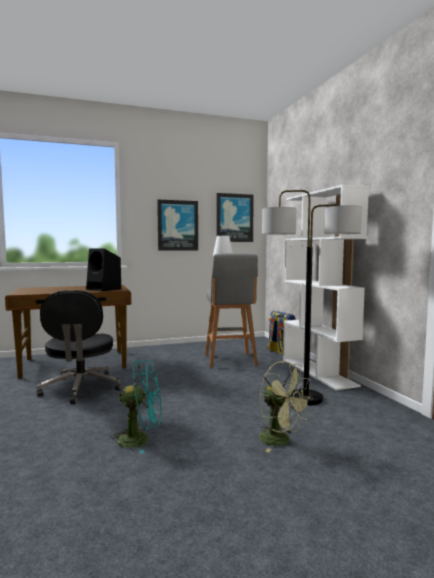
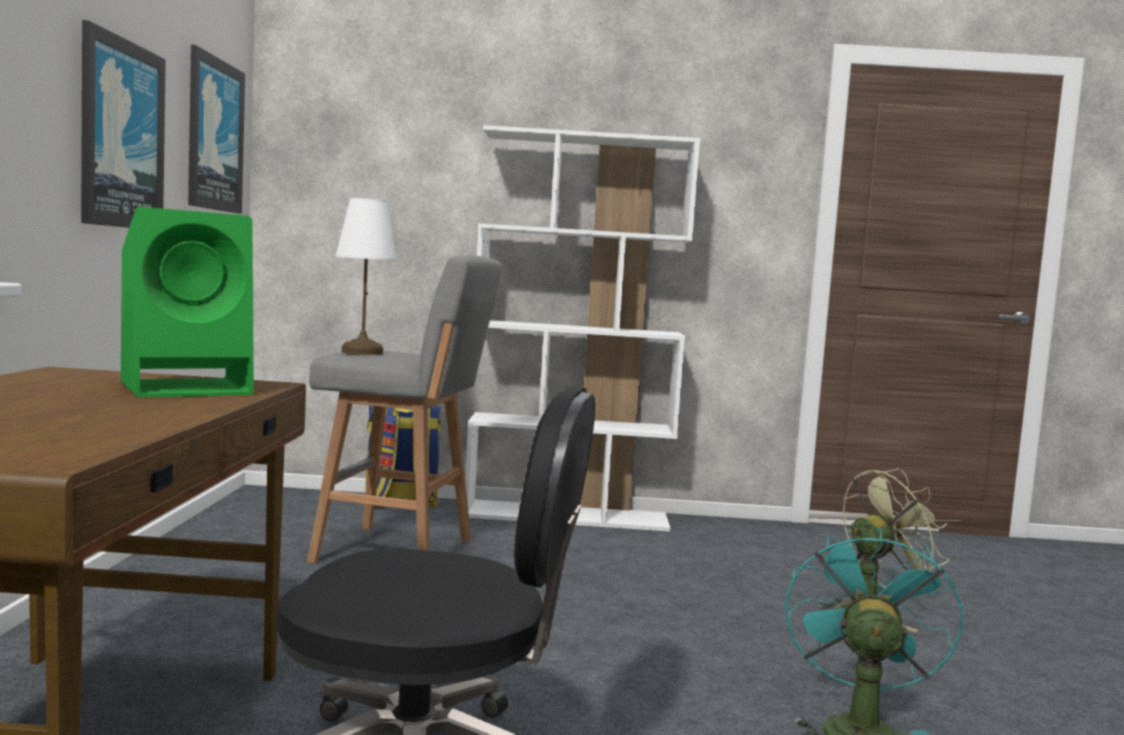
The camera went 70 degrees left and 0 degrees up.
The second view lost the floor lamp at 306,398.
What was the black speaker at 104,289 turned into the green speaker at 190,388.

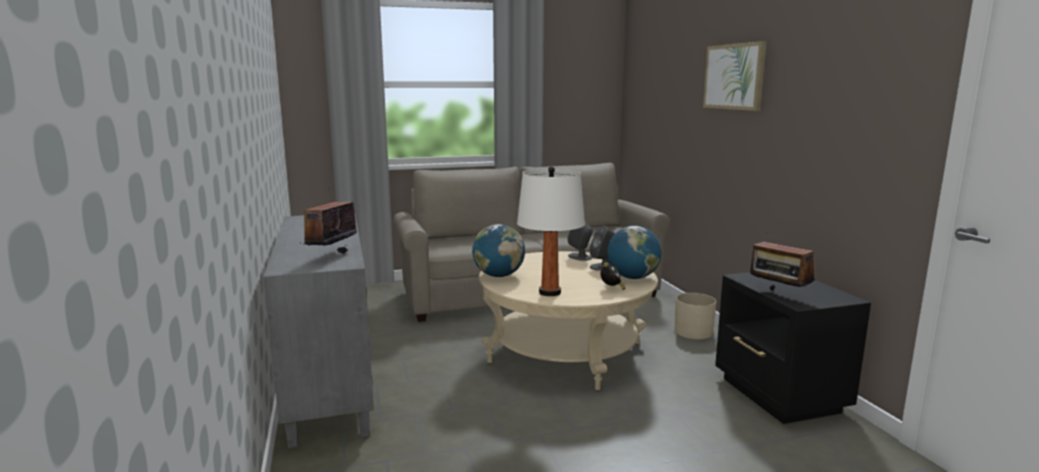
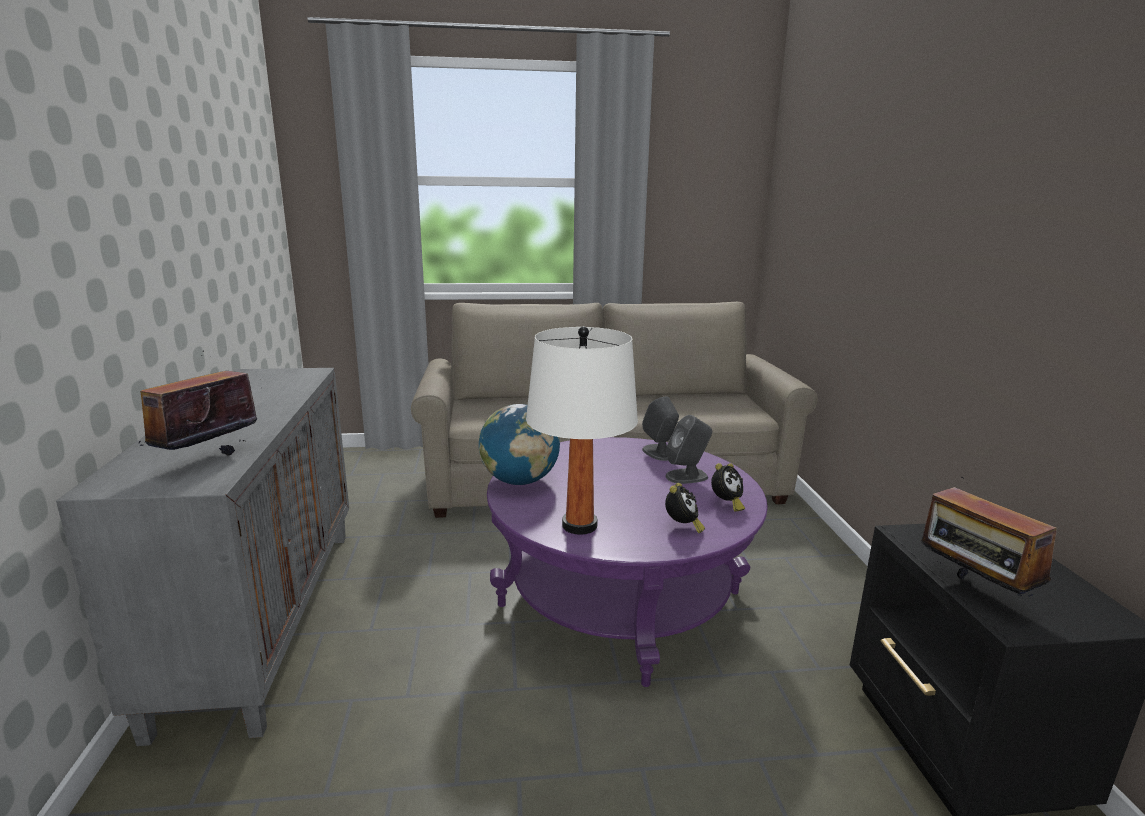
The camera went 10 degrees right and 5 degrees up.
The second view lost the beige planter at 693,332.
The second view lost the picture at 734,76.
Where the globe stood at 632,277, the alarm clock came to stand at 726,504.
What was the beige coffee table at 566,352 turned into the purple coffee table at 620,599.

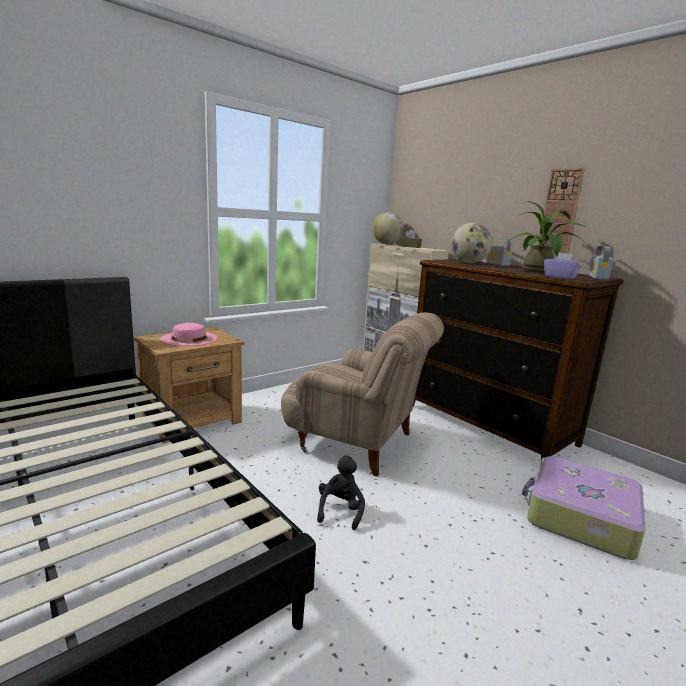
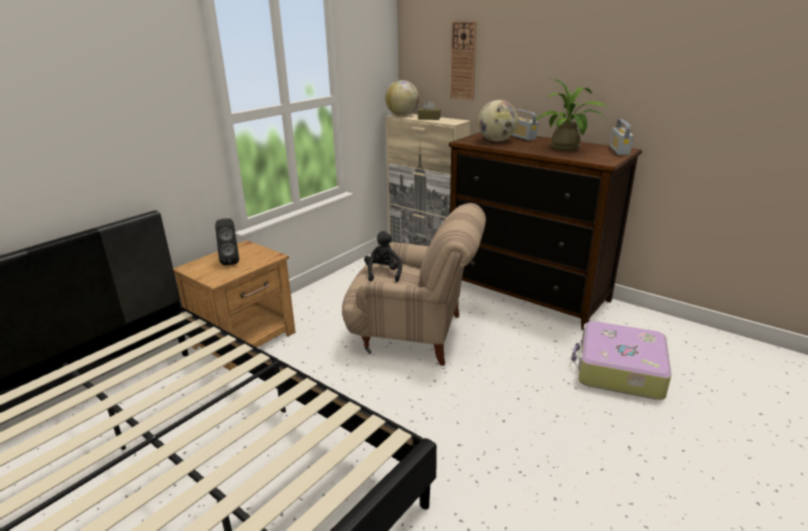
The camera went 10 degrees left and 10 degrees up.
The second view lost the purple tissue box at 560,277.
The black plush toy ended up elsewhere, having gone from 340,511 to 383,273.
The wall clock ended up elsewhere, having gone from 560,213 to 463,61.
Where the pink hat stood at 189,338, the black speaker came to stand at 231,261.

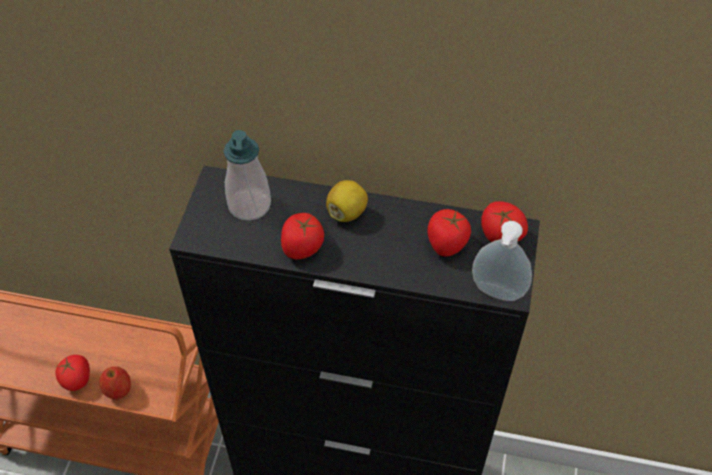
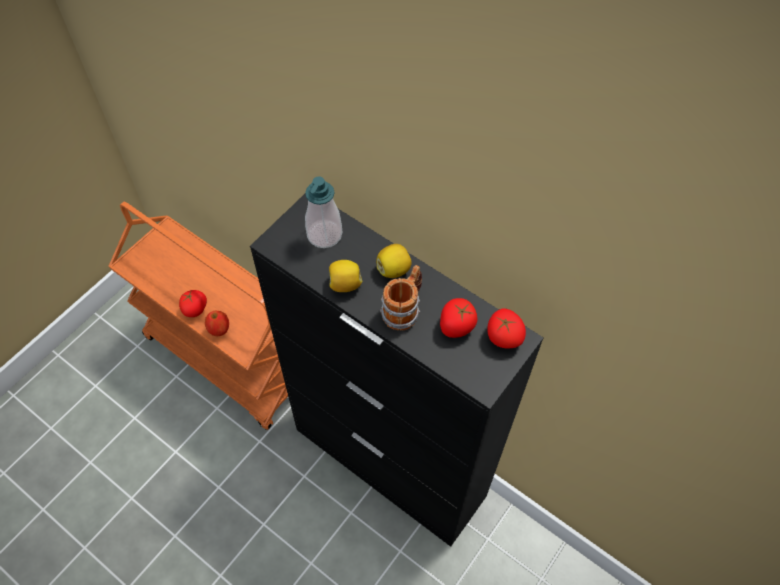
The camera went 25 degrees right and 5 degrees up.
The second view lost the soap dispenser at 496,294.
The second view gained the mug at 404,309.
Where the tomato stood at 302,247, the lemon came to stand at 345,284.

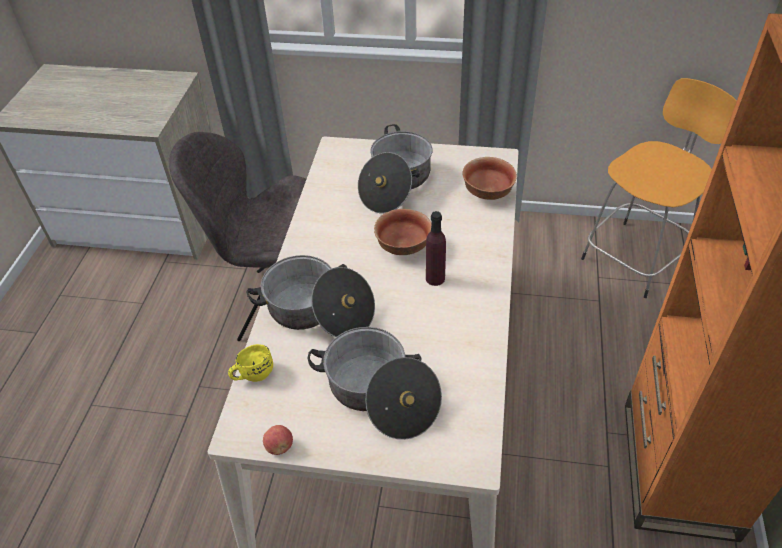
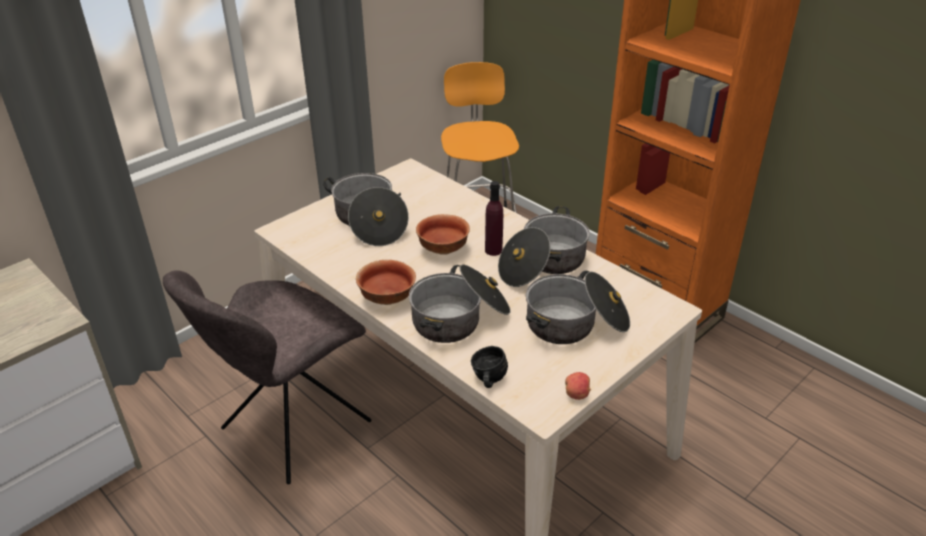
The camera went 55 degrees left and 10 degrees down.
The second view gained the cooking pot at 543,265.
The bowl ended up elsewhere, having gone from 488,193 to 387,298.
What was the yellow mug at 252,374 turned into the black mug at 487,380.

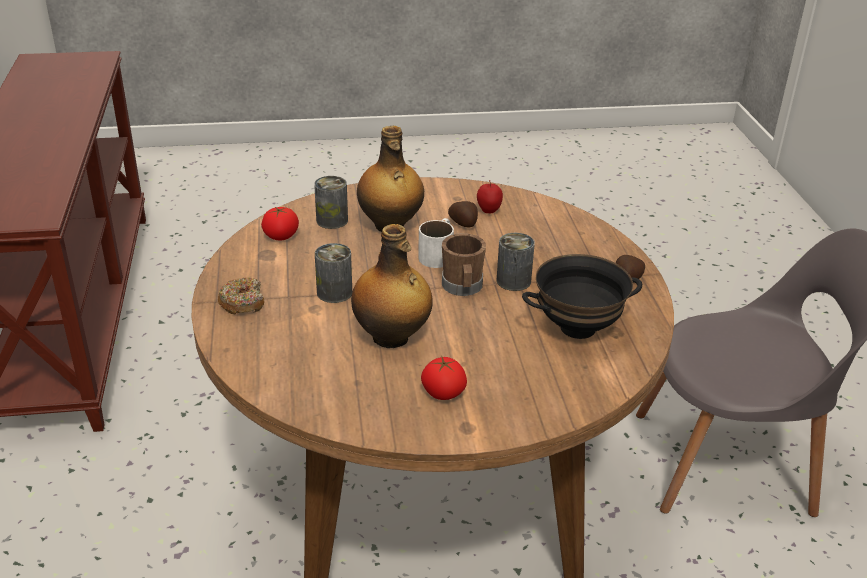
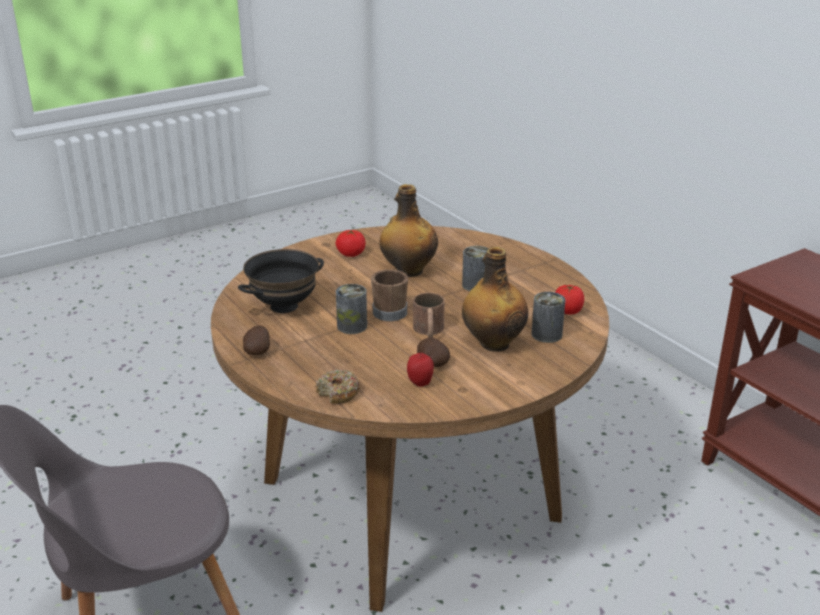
The camera went 155 degrees right and 5 degrees down.
The donut ended up elsewhere, having gone from 242,303 to 338,393.
What was the white mug at 439,254 turned into the brown mug at 429,331.

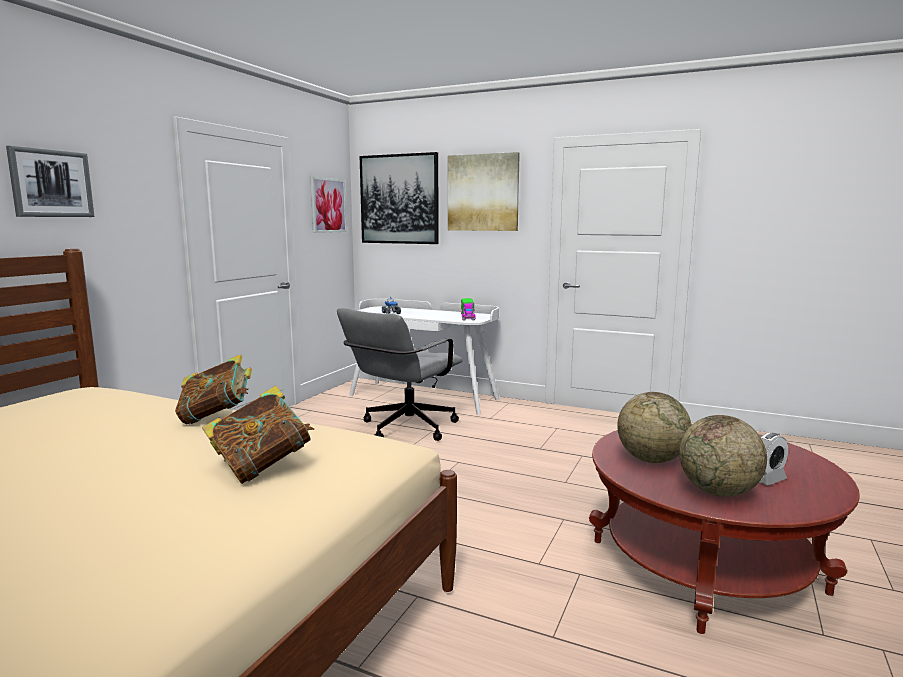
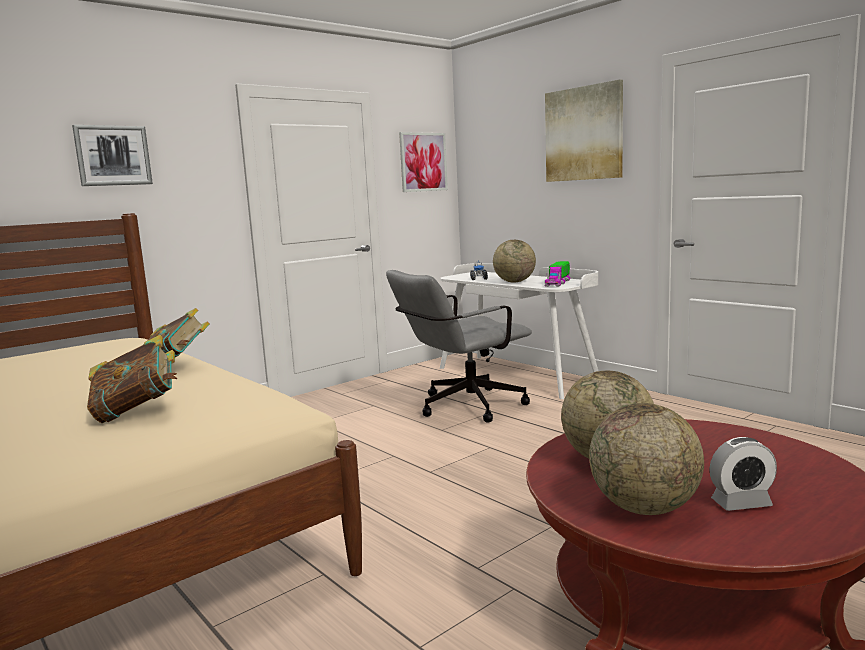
The camera went 25 degrees right and 0 degrees up.
The second view lost the picture at 399,199.
The second view gained the globe at 514,282.

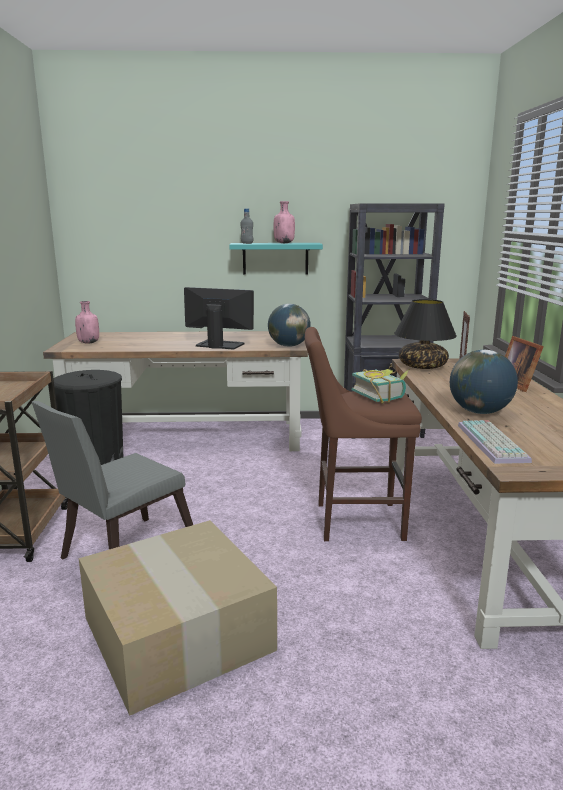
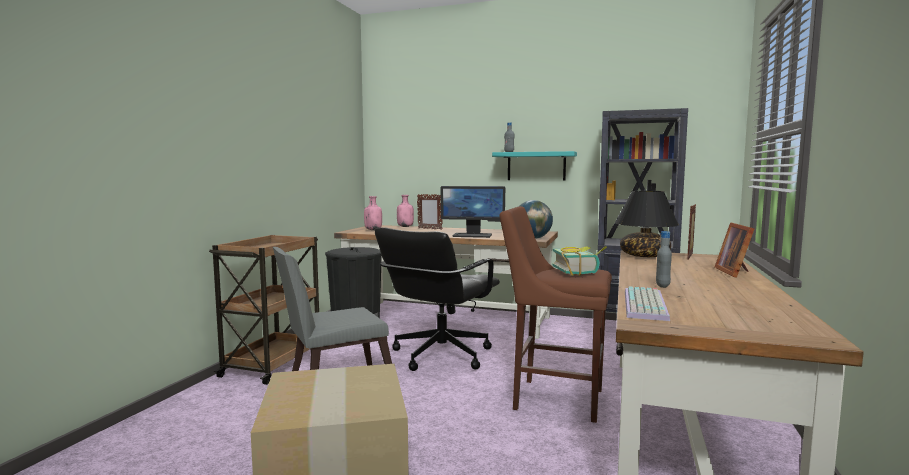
The camera went 20 degrees right and 10 degrees down.
The second view gained the black office chair at 440,355.
The second view gained the picture frame at 429,229.
The pink bottle ended up elsewhere, having gone from 284,243 to 405,226.
Where the globe stood at 480,412, the grey bottle came to stand at 662,286.
The monitor at 219,345 ended up facing another way, 150 degrees clockwise from before.

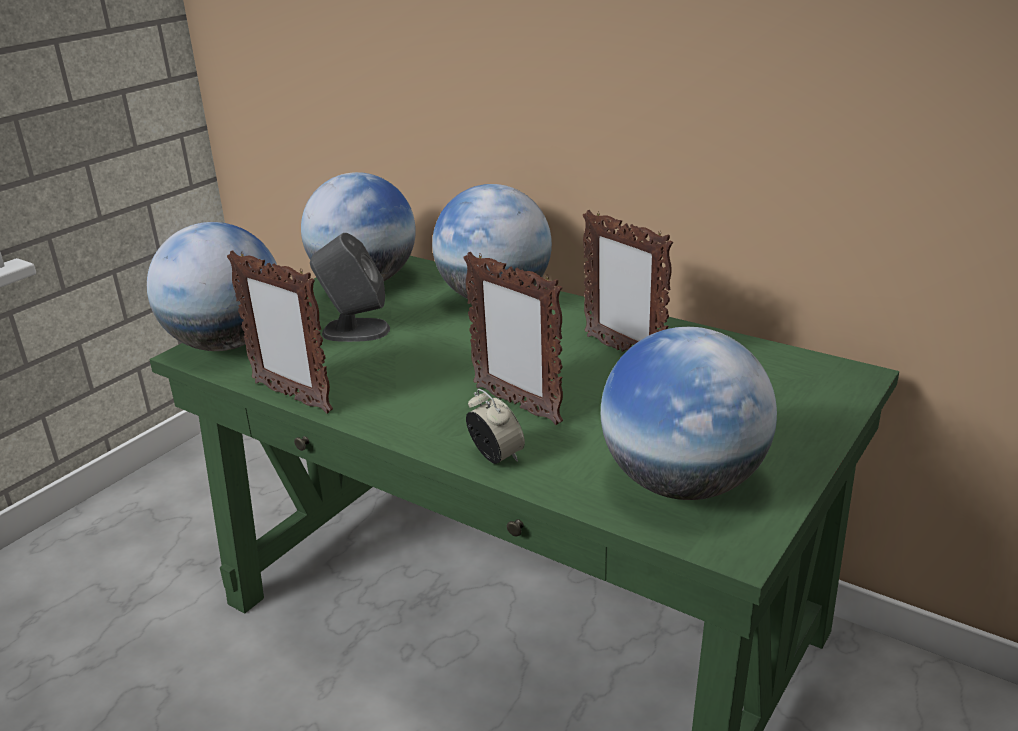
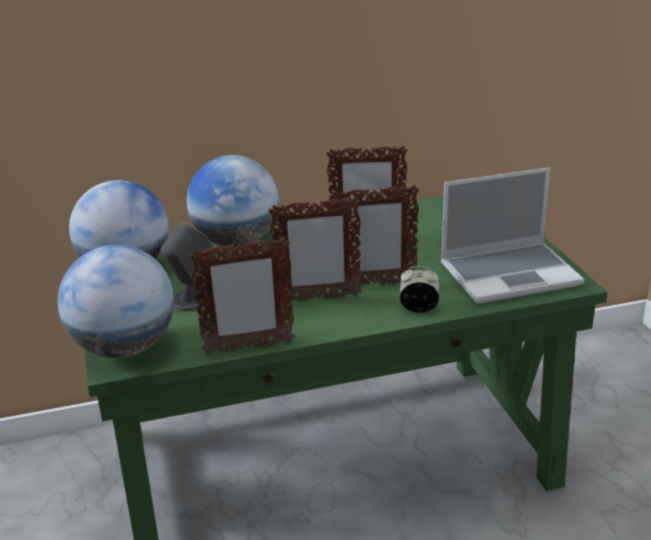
The camera went 50 degrees left and 0 degrees up.
The second view gained the picture frame at 318,298.
Where the globe stood at 682,483, the laptop came to stand at 510,274.

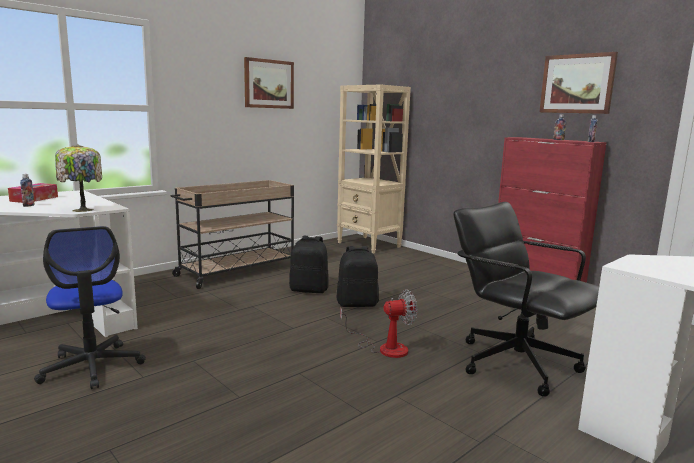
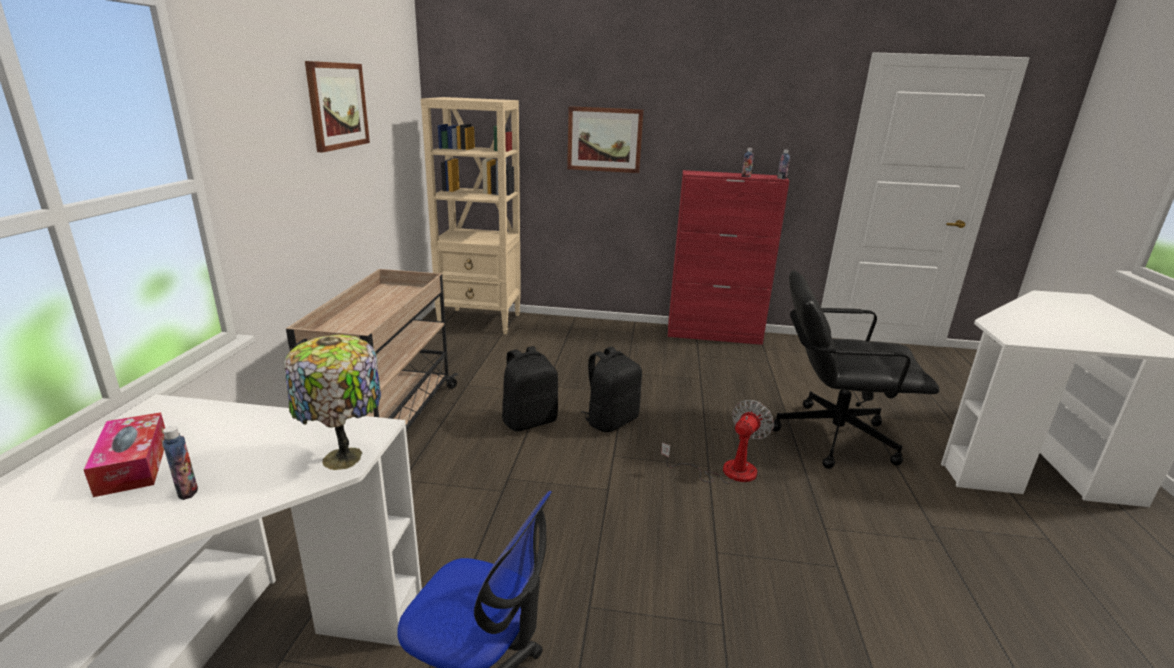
The camera went 40 degrees left and 10 degrees up.
The picture ended up elsewhere, having gone from 577,84 to 604,139.

